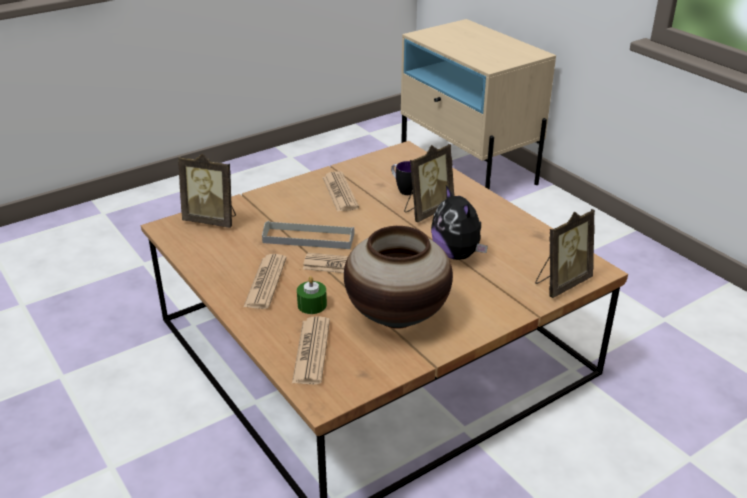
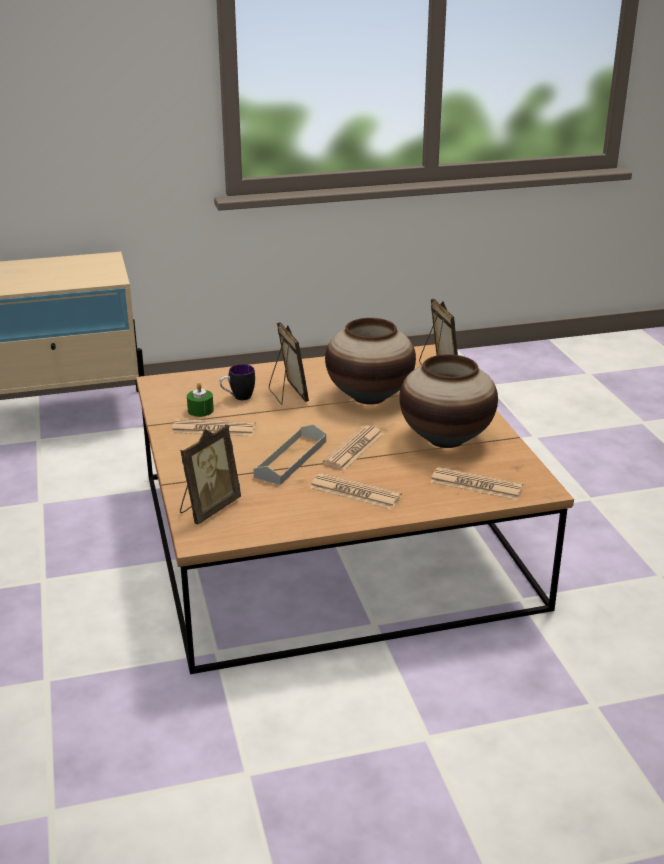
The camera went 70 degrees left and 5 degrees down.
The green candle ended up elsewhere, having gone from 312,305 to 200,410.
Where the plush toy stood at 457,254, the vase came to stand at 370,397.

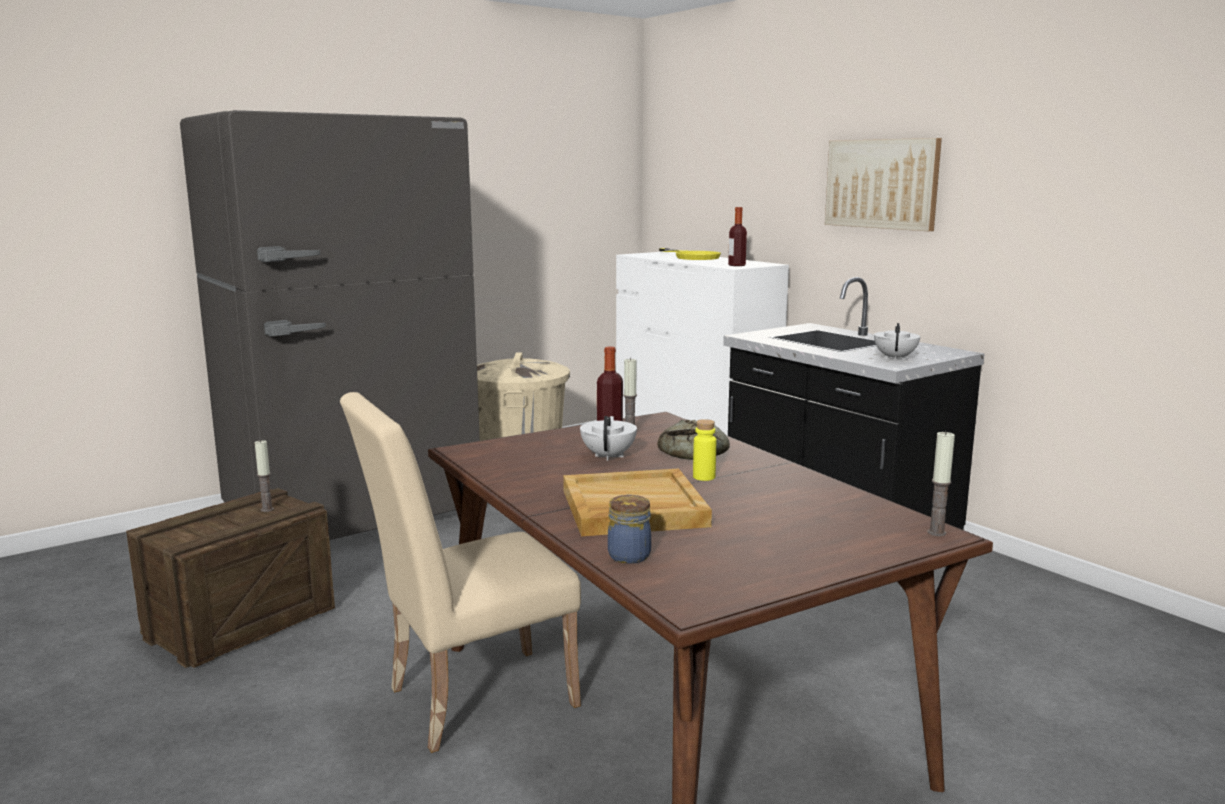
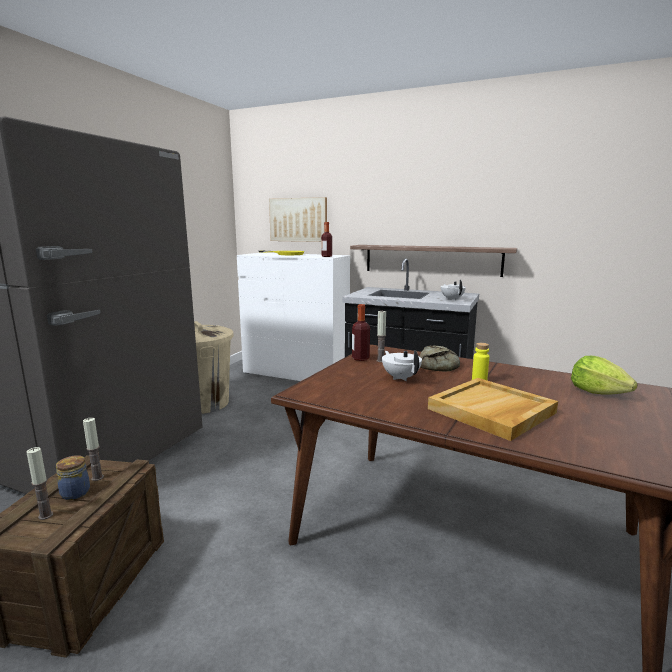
The camera went 30 degrees left and 0 degrees up.
The second view lost the beige chair at 468,700.
The second view gained the shelf at 431,260.
The second view gained the lettuce at 597,392.
The jar ended up elsewhere, having gone from 628,555 to 75,492.
The picture ended up elsewhere, having gone from 882,184 to 298,220.
The candle ended up elsewhere, having gone from 936,532 to 45,515.

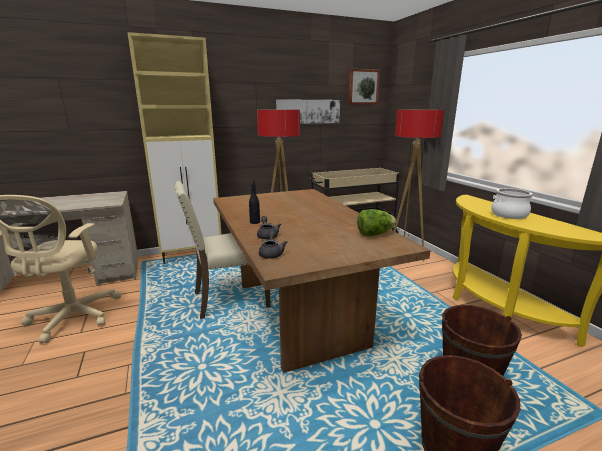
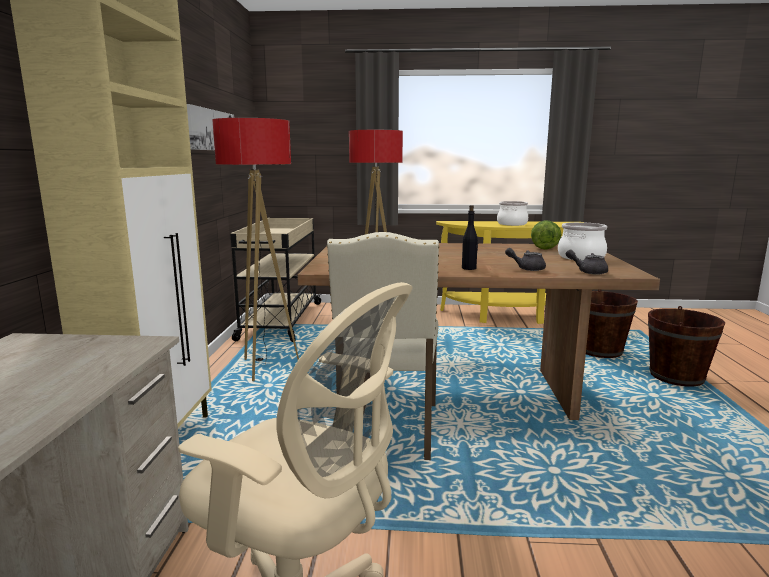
The camera went 65 degrees left and 5 degrees down.
The second view lost the picture at 363,87.
The second view gained the cooking pot at 581,257.

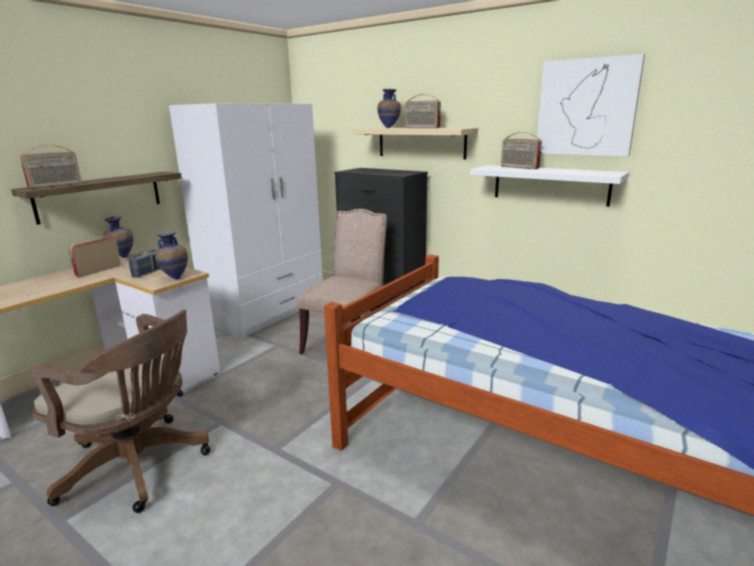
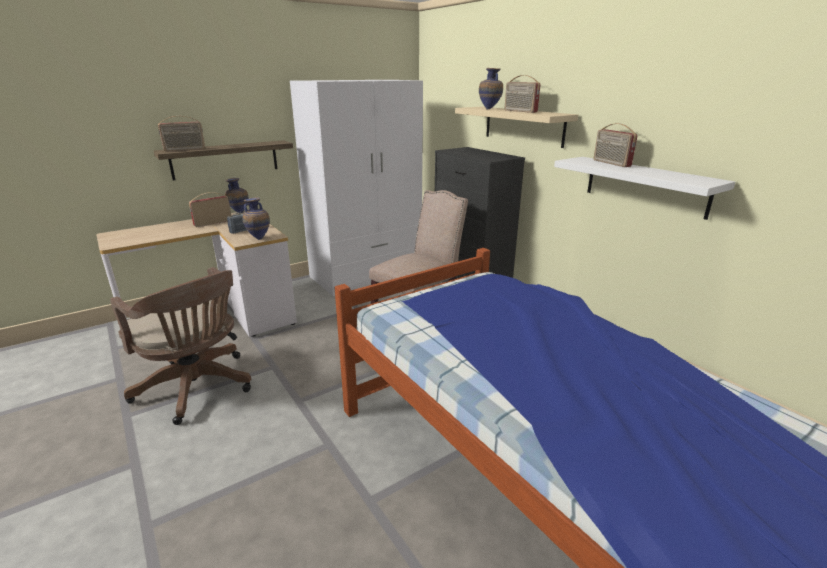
The camera went 20 degrees right and 5 degrees up.
The second view lost the picture at 586,107.

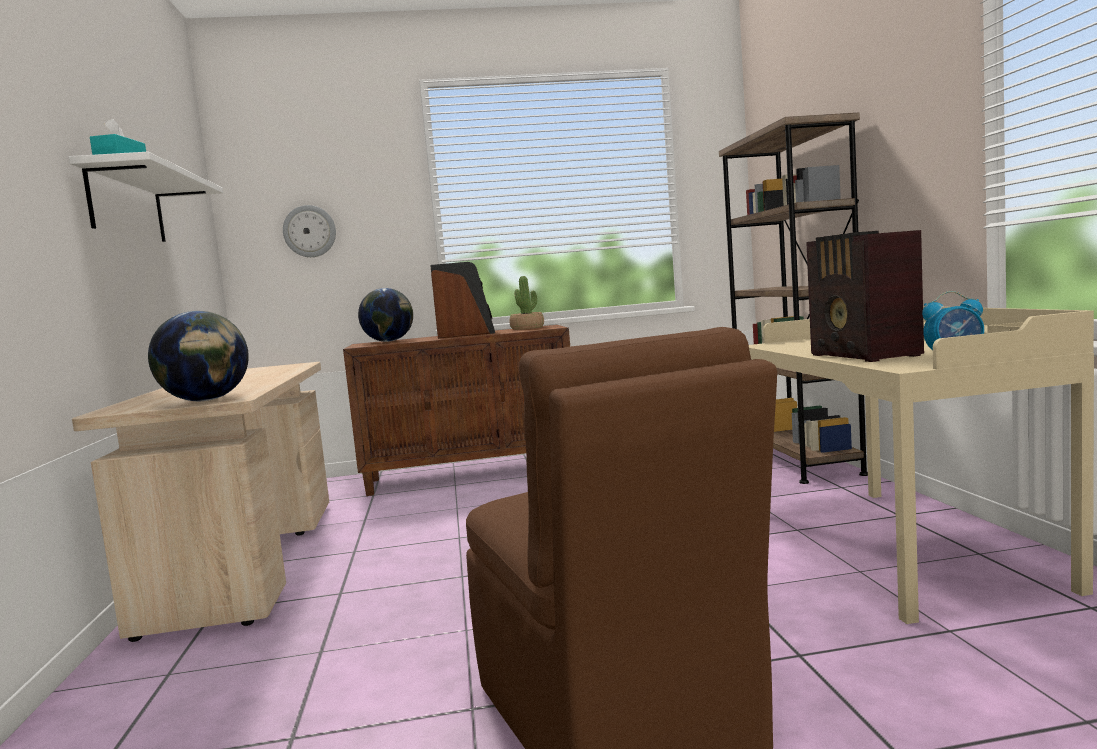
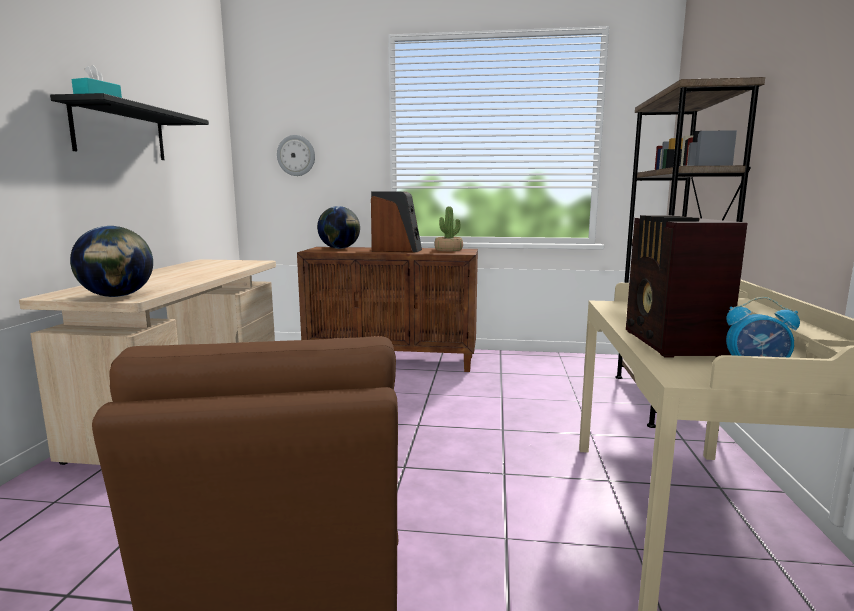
The camera went 15 degrees right and 5 degrees up.
What was the white shelf at 127,206 turned into the black shelf at 120,133.

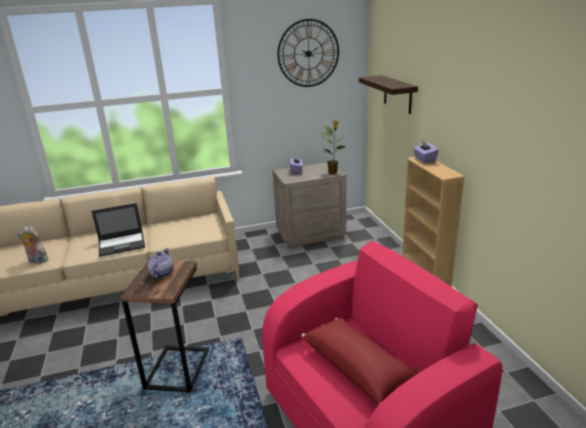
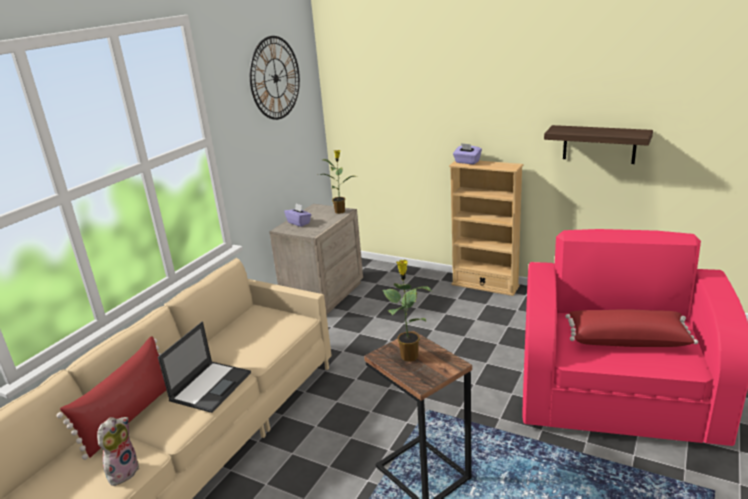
The camera went 45 degrees left and 0 degrees up.
The second view gained the red pillow at 131,415.
The shelf ended up elsewhere, having gone from 397,94 to 599,144.
Where the teapot stood at 162,273, the potted plant came to stand at 409,355.
The plush toy at 37,261 ended up facing another way, 150 degrees clockwise from before.

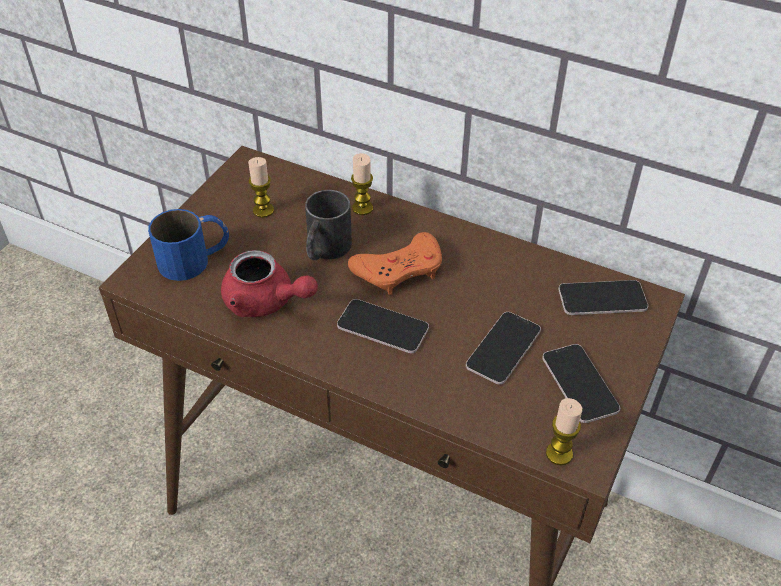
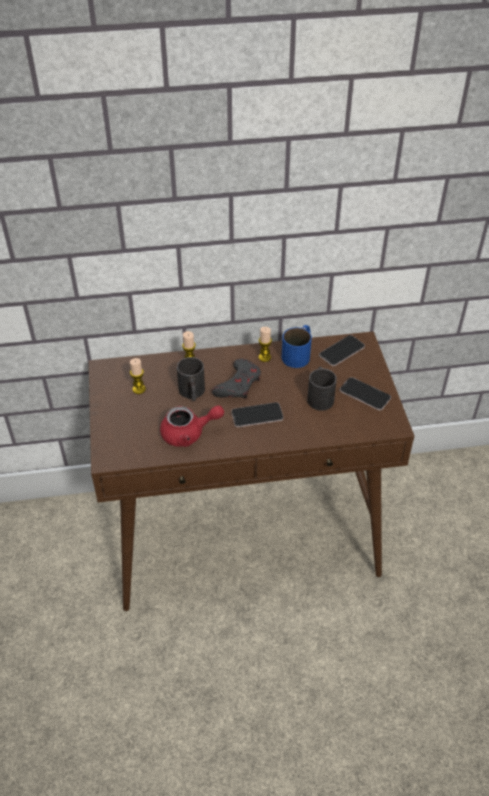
The camera went 35 degrees left and 0 degrees up.
The blue mug ended up elsewhere, having gone from 195,258 to 299,353.
The candle ended up elsewhere, having gone from 559,454 to 264,357.
Where the phone stood at 503,348, the black mug came to stand at 319,396.
What was the orange game controller at 399,269 turned into the grey game controller at 238,384.

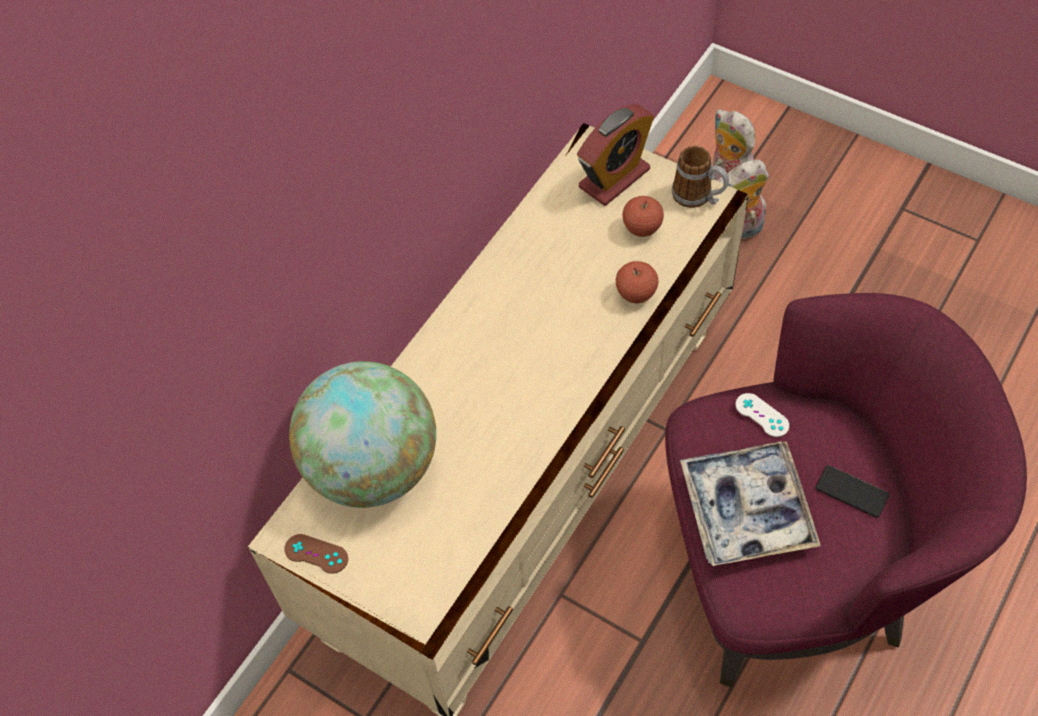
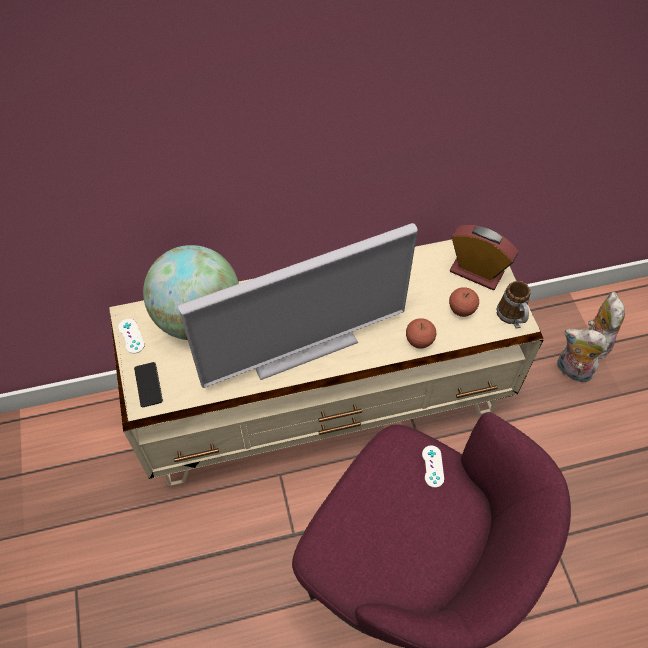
The camera went 40 degrees right and 0 degrees up.
The second view lost the tray at 746,509.
The second view gained the television at 302,346.
The phone ended up elsewhere, having gone from 851,492 to 148,385.
What was the brown game controller at 316,554 turned into the white game controller at 131,336.
The alarm clock at 614,178 ended up facing another way, 150 degrees counterclockwise from before.

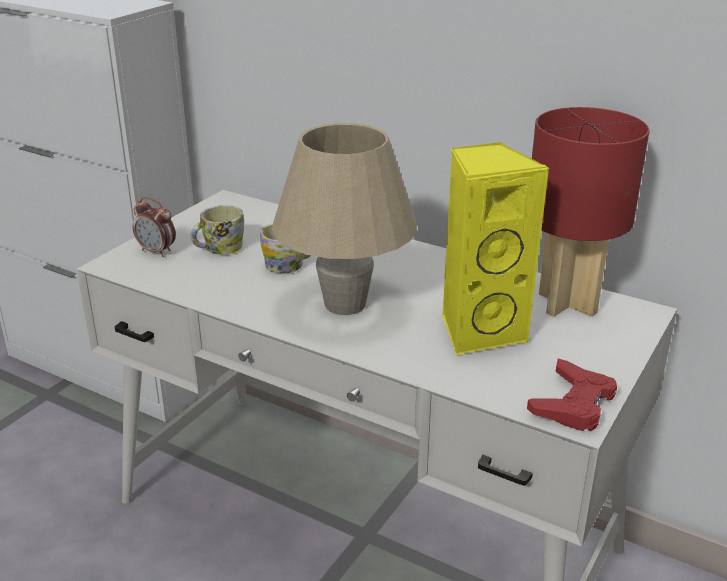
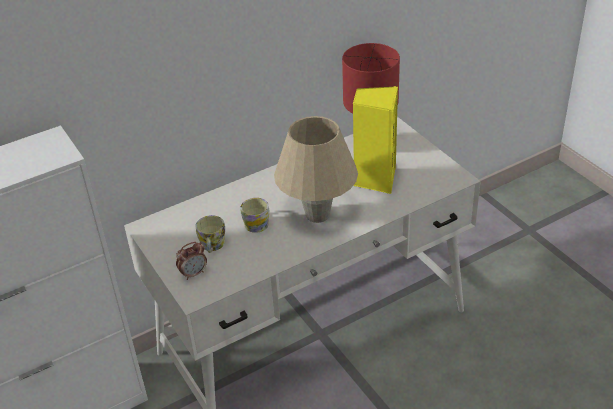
The camera went 60 degrees left and 10 degrees up.
The second view lost the red game controller at 573,403.

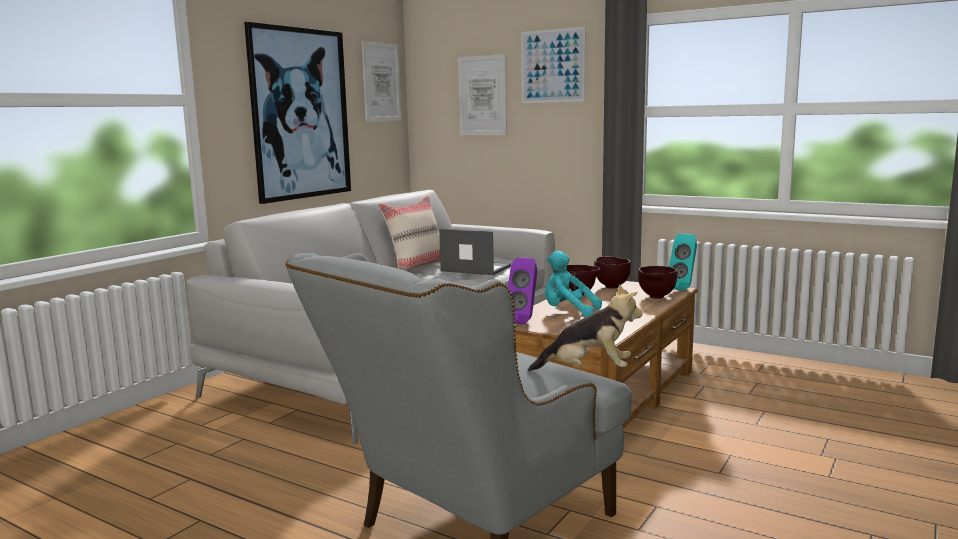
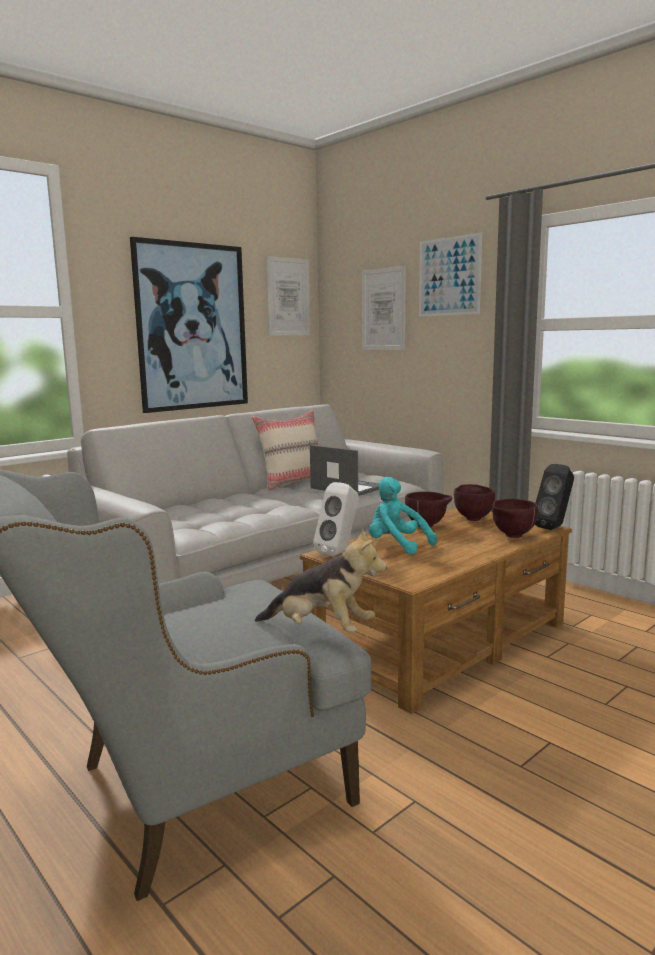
The camera went 15 degrees right and 0 degrees up.
What was the purple speaker at 524,321 turned into the white speaker at 339,553.
What was the turquoise speaker at 684,289 turned into the black speaker at 554,527.

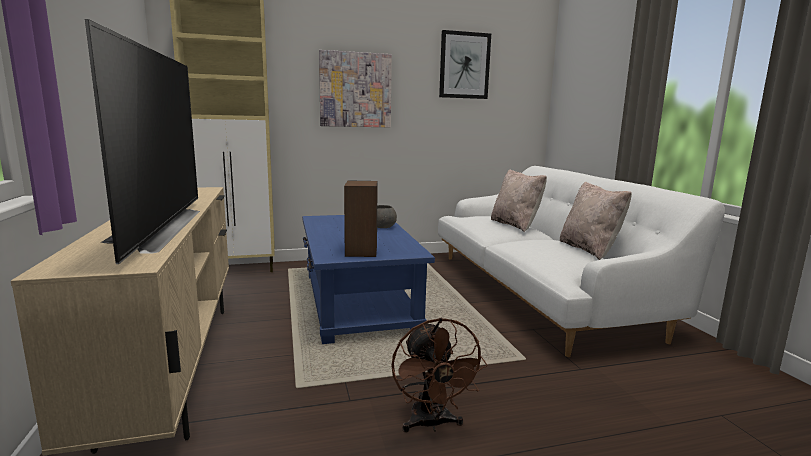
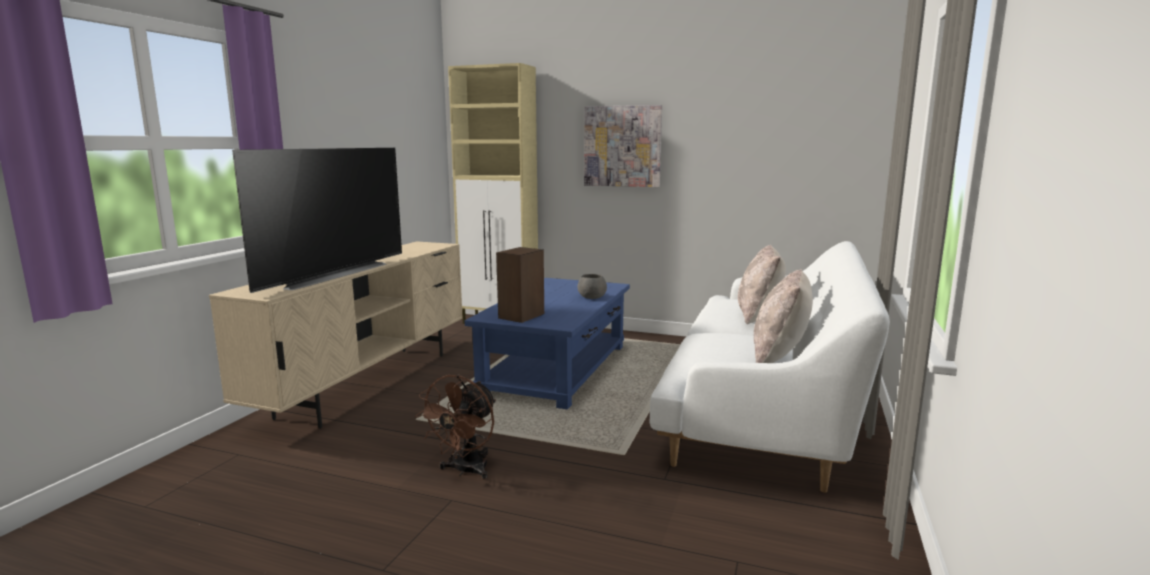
The camera went 35 degrees right and 0 degrees up.
The second view lost the picture at 464,65.

